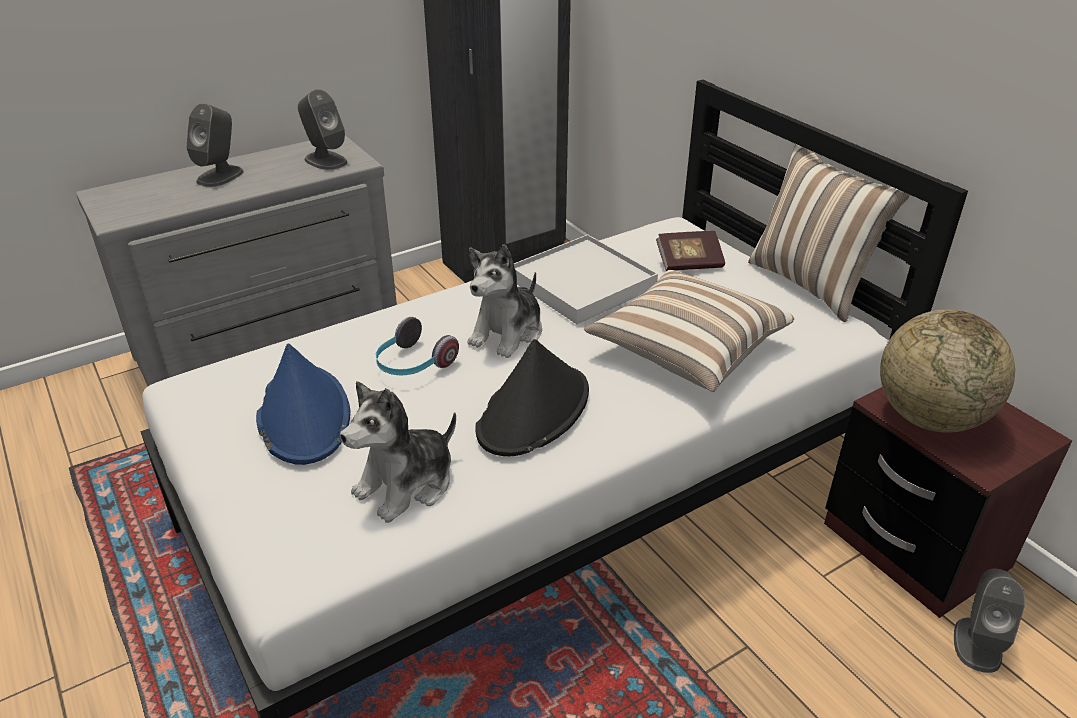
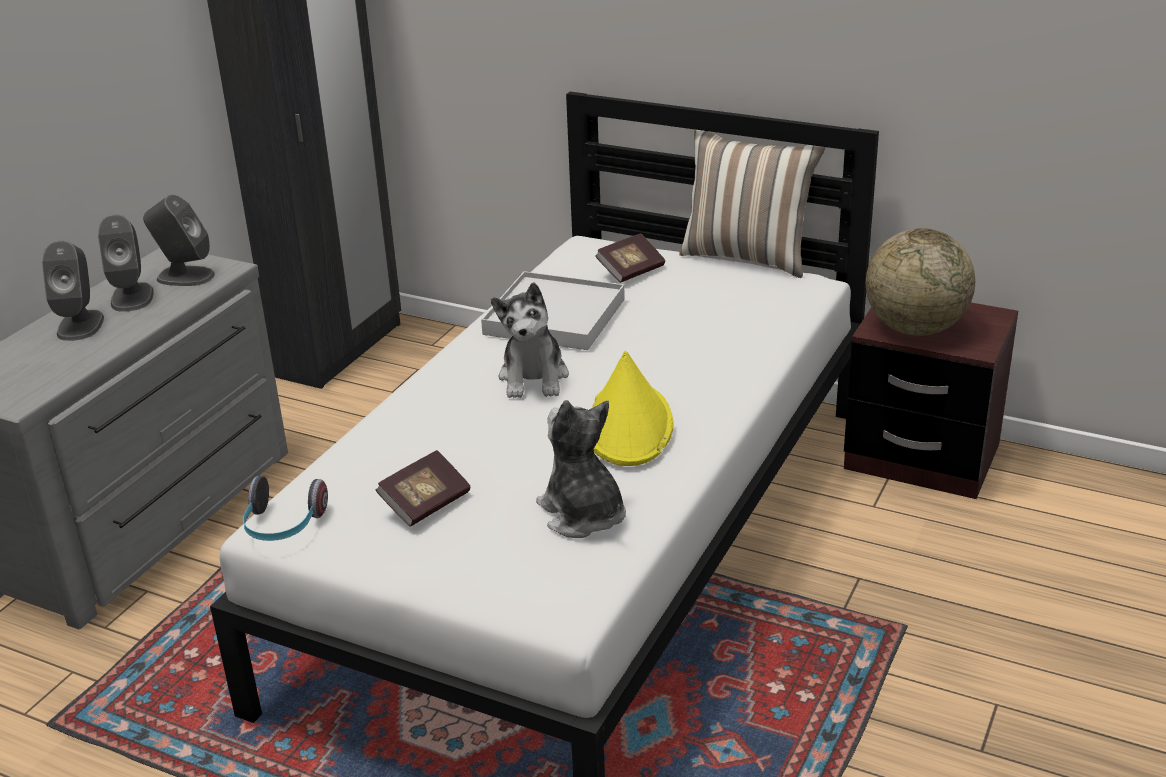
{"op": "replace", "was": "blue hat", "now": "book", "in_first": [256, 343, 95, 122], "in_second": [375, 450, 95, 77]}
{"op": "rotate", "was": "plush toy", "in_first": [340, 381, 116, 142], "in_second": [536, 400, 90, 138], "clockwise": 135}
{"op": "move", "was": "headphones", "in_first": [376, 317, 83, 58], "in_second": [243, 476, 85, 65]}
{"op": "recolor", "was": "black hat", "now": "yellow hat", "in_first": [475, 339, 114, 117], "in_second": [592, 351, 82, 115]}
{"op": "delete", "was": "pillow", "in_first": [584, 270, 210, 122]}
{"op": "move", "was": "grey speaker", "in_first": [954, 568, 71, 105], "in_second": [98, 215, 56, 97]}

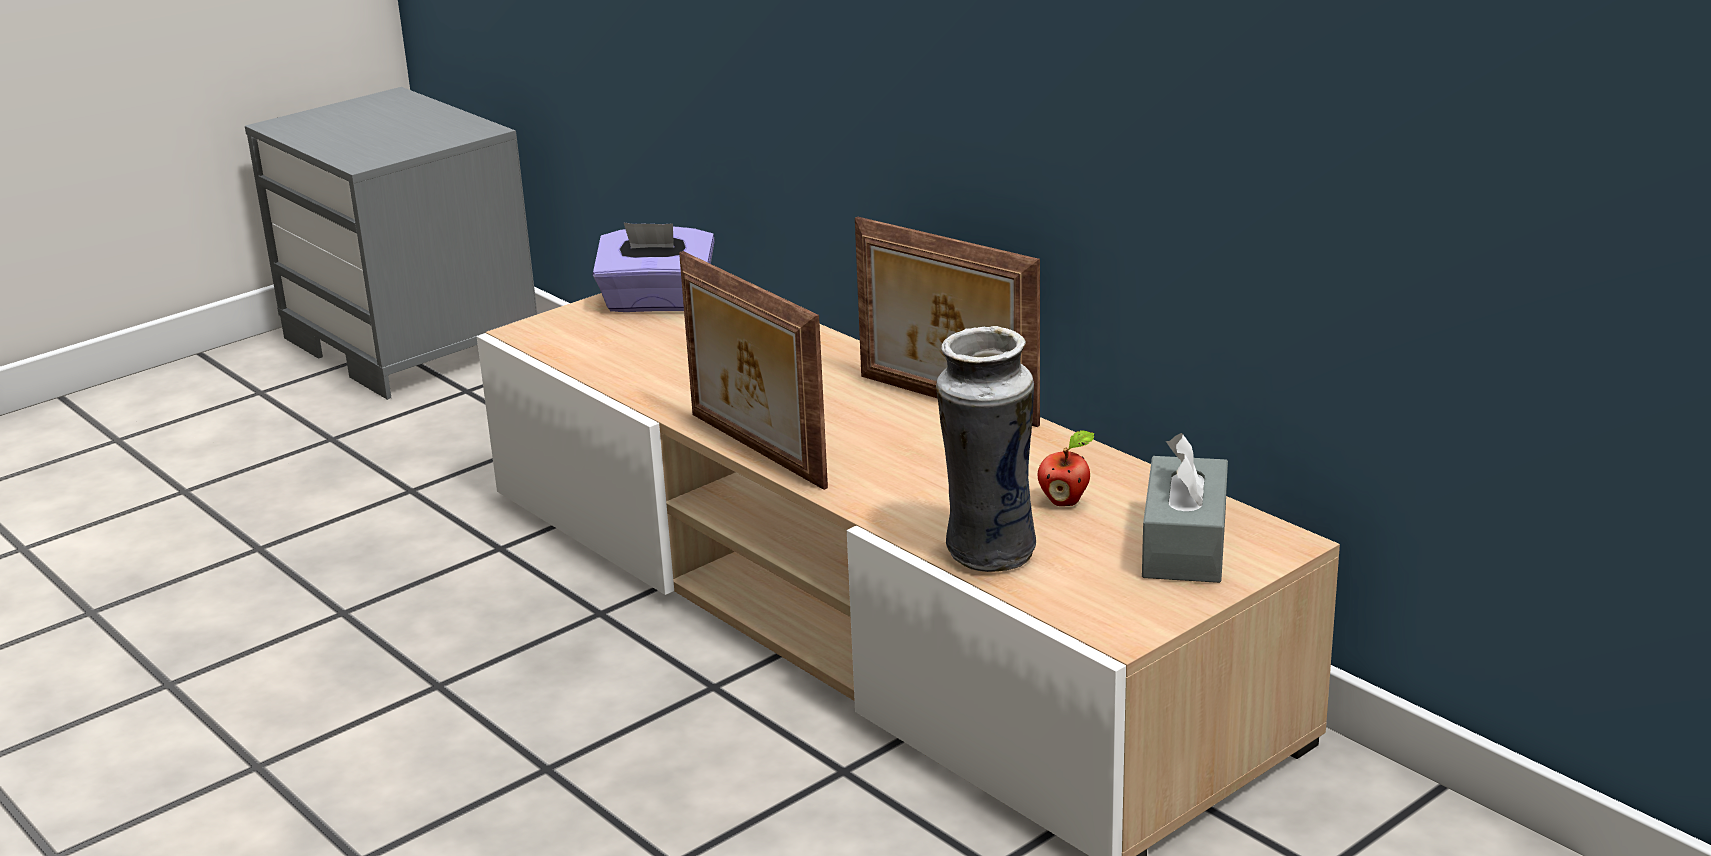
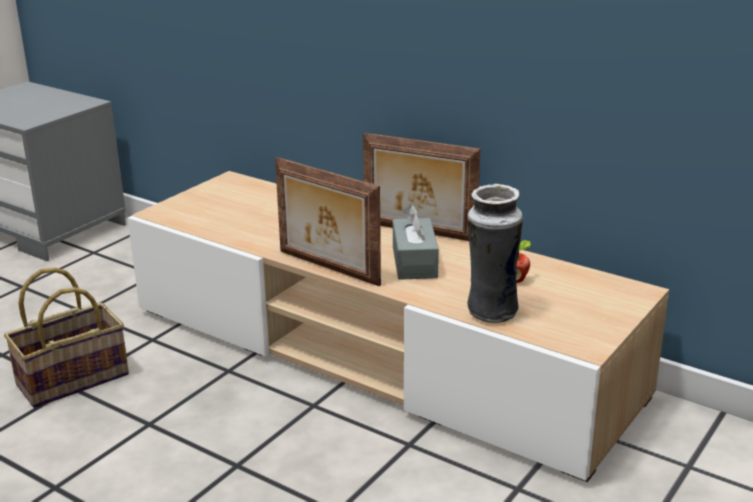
{"op": "delete", "was": "purple tissue box", "in_first": [593, 222, 122, 90]}
{"op": "move", "was": "grey tissue box", "in_first": [1142, 433, 86, 150], "in_second": [393, 204, 46, 76]}
{"op": "insert", "now": "basket", "in_second": [4, 267, 125, 141]}

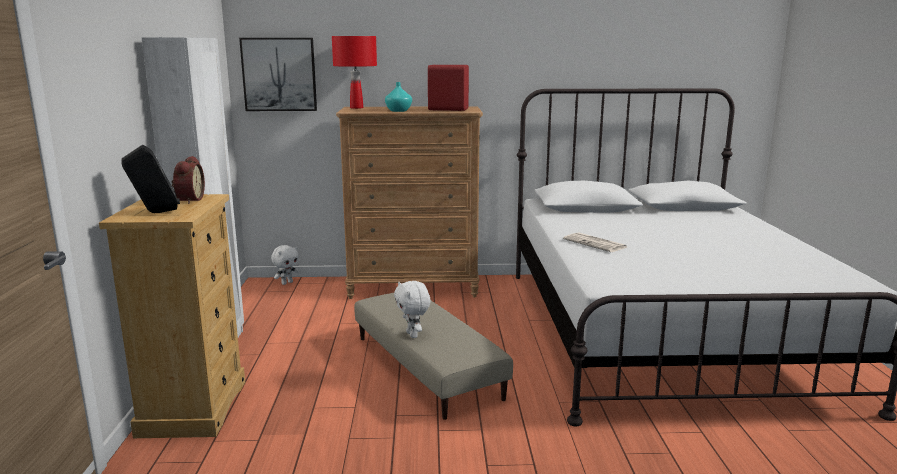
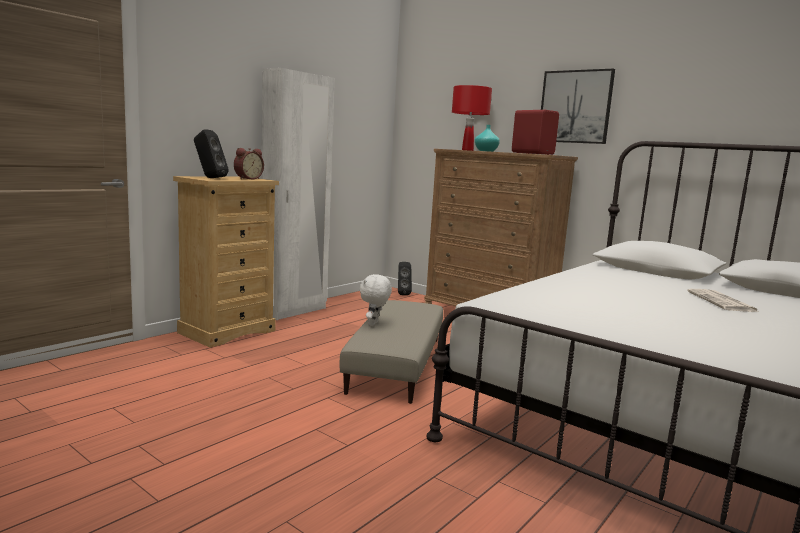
{"op": "move", "was": "picture", "in_first": [239, 38, 78, 73], "in_second": [541, 69, 74, 75]}
{"op": "replace", "was": "white plush toy", "now": "black speaker", "in_first": [271, 245, 28, 40], "in_second": [398, 262, 14, 33]}
{"op": "move", "was": "newspaper", "in_first": [563, 232, 64, 20], "in_second": [687, 289, 71, 23]}

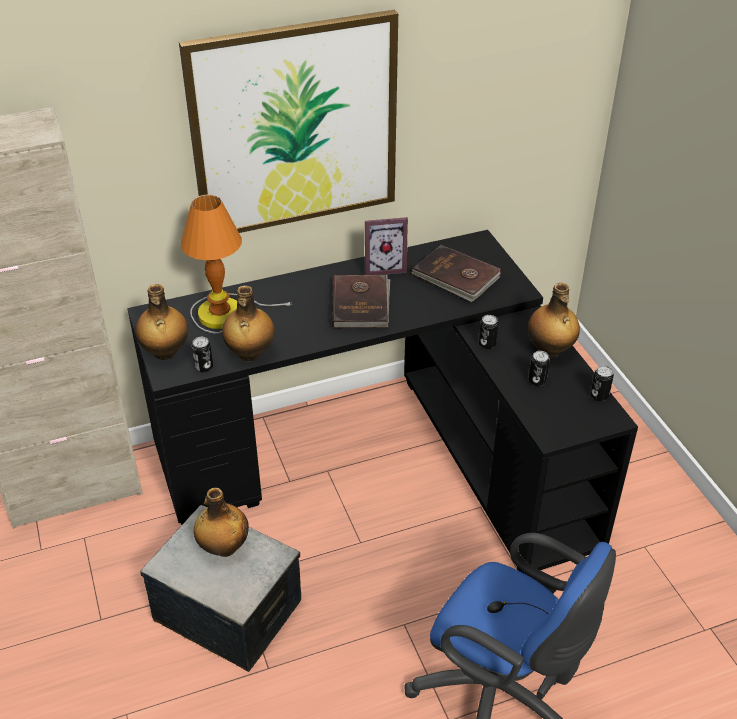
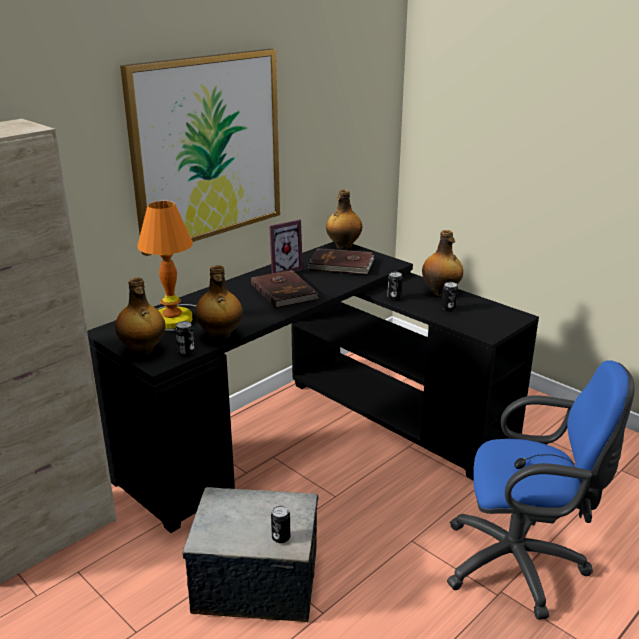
{"op": "move", "was": "bottle", "in_first": [194, 488, 55, 69], "in_second": [326, 190, 36, 59]}
{"op": "move", "was": "can", "in_first": [590, 366, 24, 35], "in_second": [271, 506, 20, 37]}

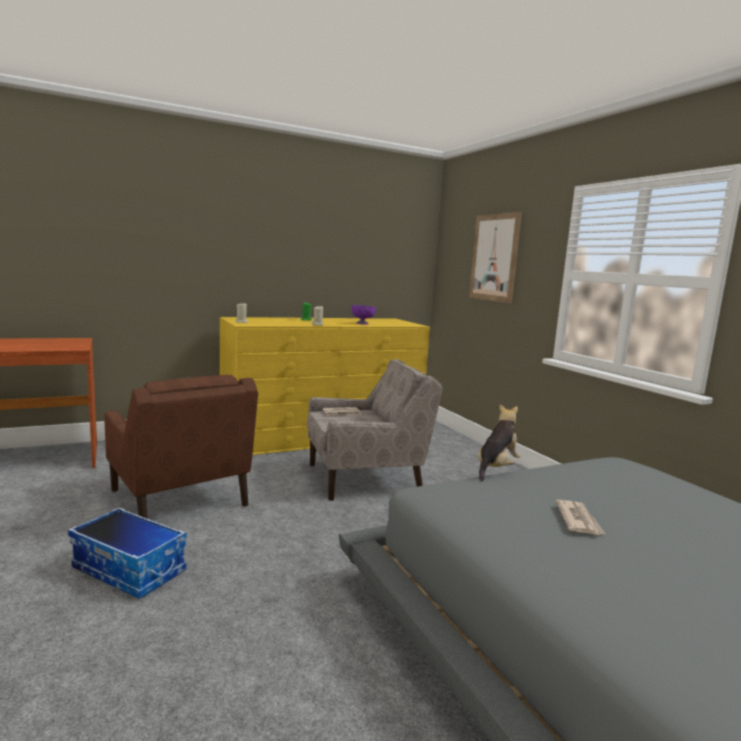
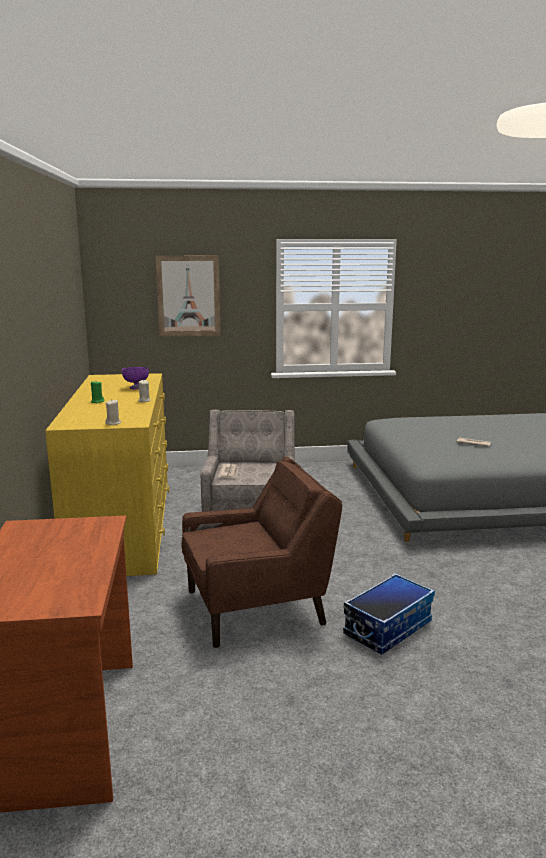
{"op": "delete", "was": "plush toy", "in_first": [478, 404, 42, 78]}

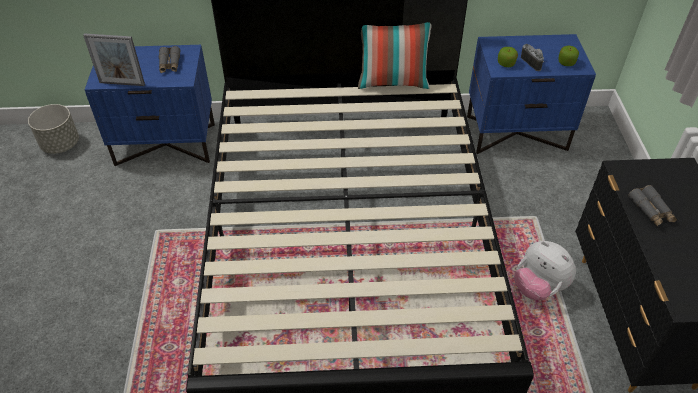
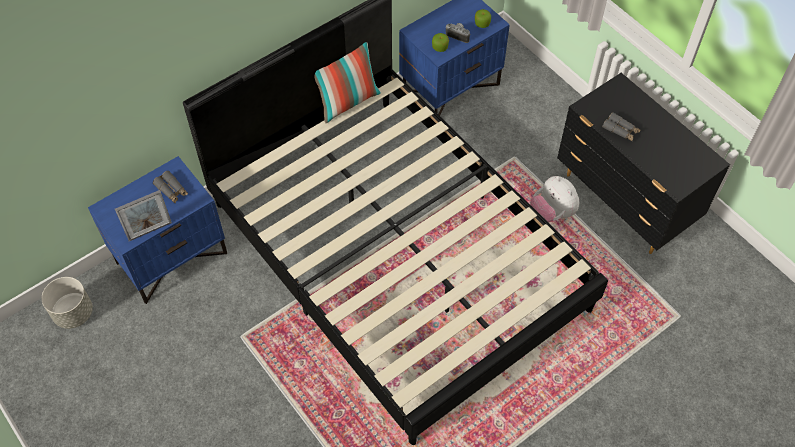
{"op": "rotate", "was": "plush toy", "in_first": [514, 241, 62, 59], "in_second": [530, 176, 49, 47], "clockwise": 45}

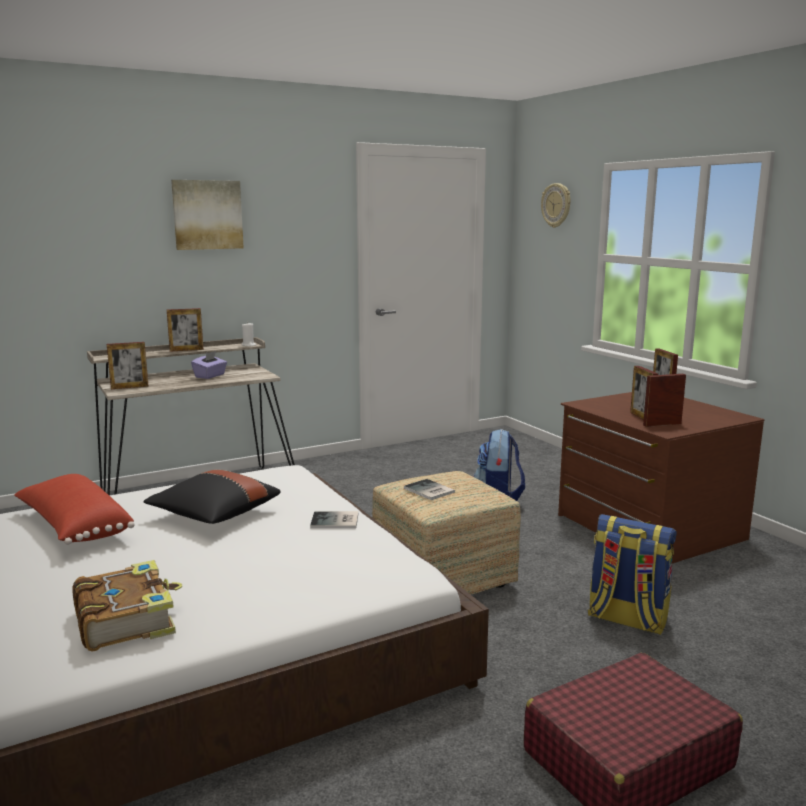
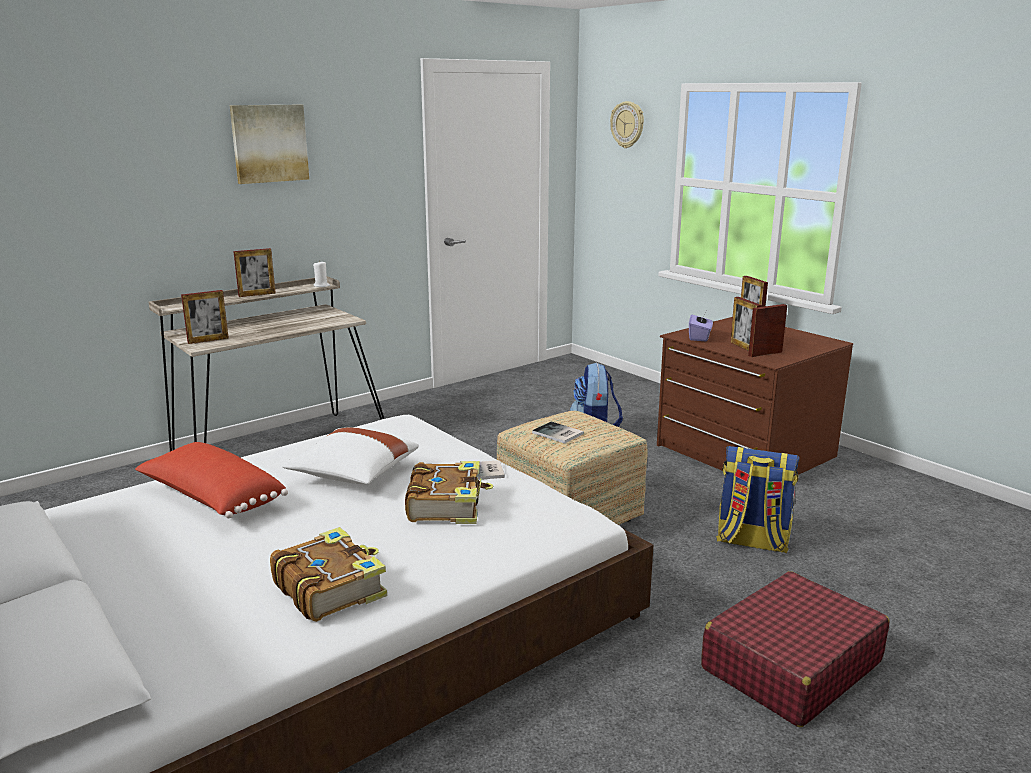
{"op": "recolor", "was": "black pillow", "now": "white pillow", "in_first": [143, 470, 138, 54], "in_second": [282, 427, 137, 57]}
{"op": "move", "was": "purple tissue box", "in_first": [191, 351, 36, 28], "in_second": [689, 311, 24, 30]}
{"op": "insert", "now": "book", "in_second": [405, 461, 88, 63]}

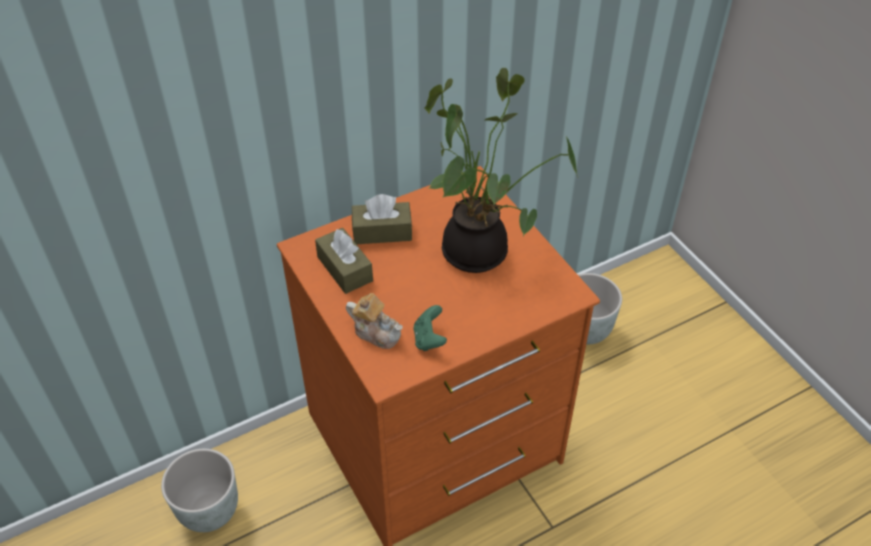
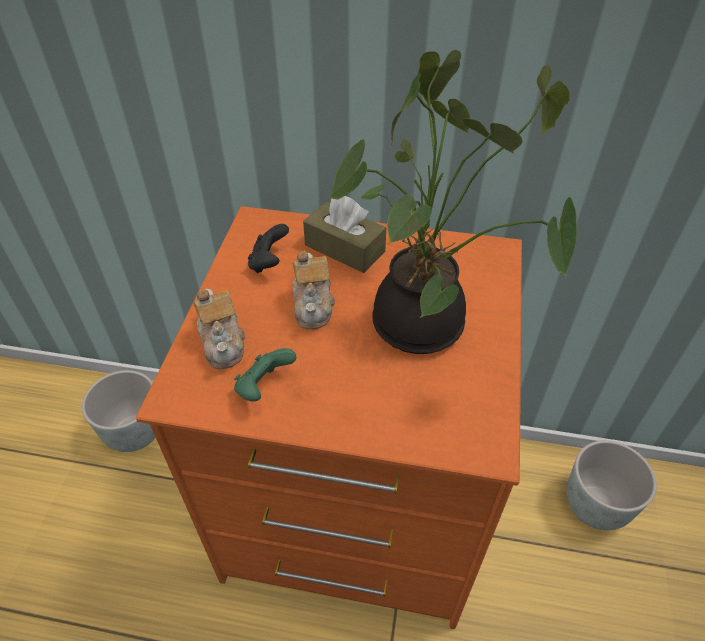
{"op": "replace", "was": "brown tissue box", "now": "black game controller", "in_first": [315, 228, 58, 66], "in_second": [248, 224, 41, 49]}
{"op": "insert", "now": "teapot", "in_second": [292, 251, 43, 78]}

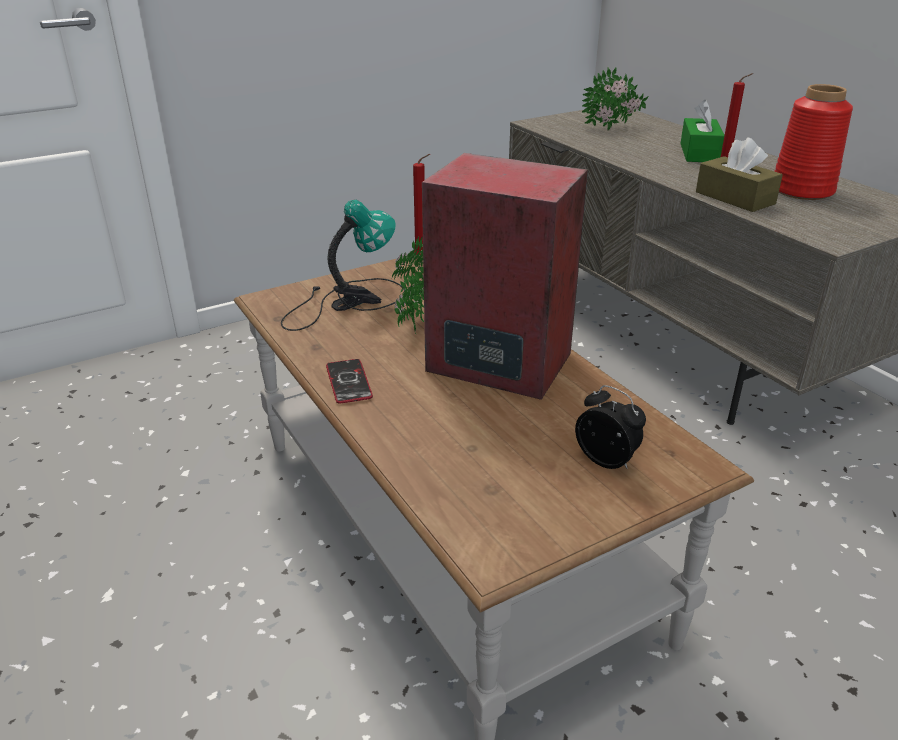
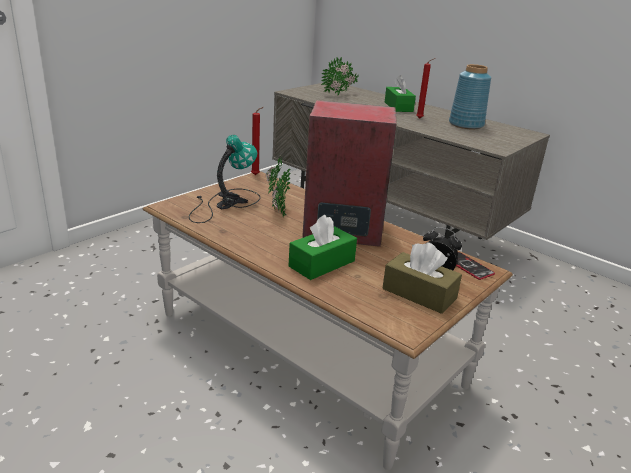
{"op": "move", "was": "phone", "in_first": [326, 359, 47, 45], "in_second": [456, 252, 39, 28]}
{"op": "move", "was": "brown tissue box", "in_first": [696, 138, 87, 74], "in_second": [383, 242, 79, 72]}
{"op": "recolor", "was": "red vase", "now": "blue vase", "in_first": [774, 84, 79, 116], "in_second": [449, 64, 42, 65]}
{"op": "insert", "now": "green tissue box", "in_second": [289, 215, 68, 65]}

